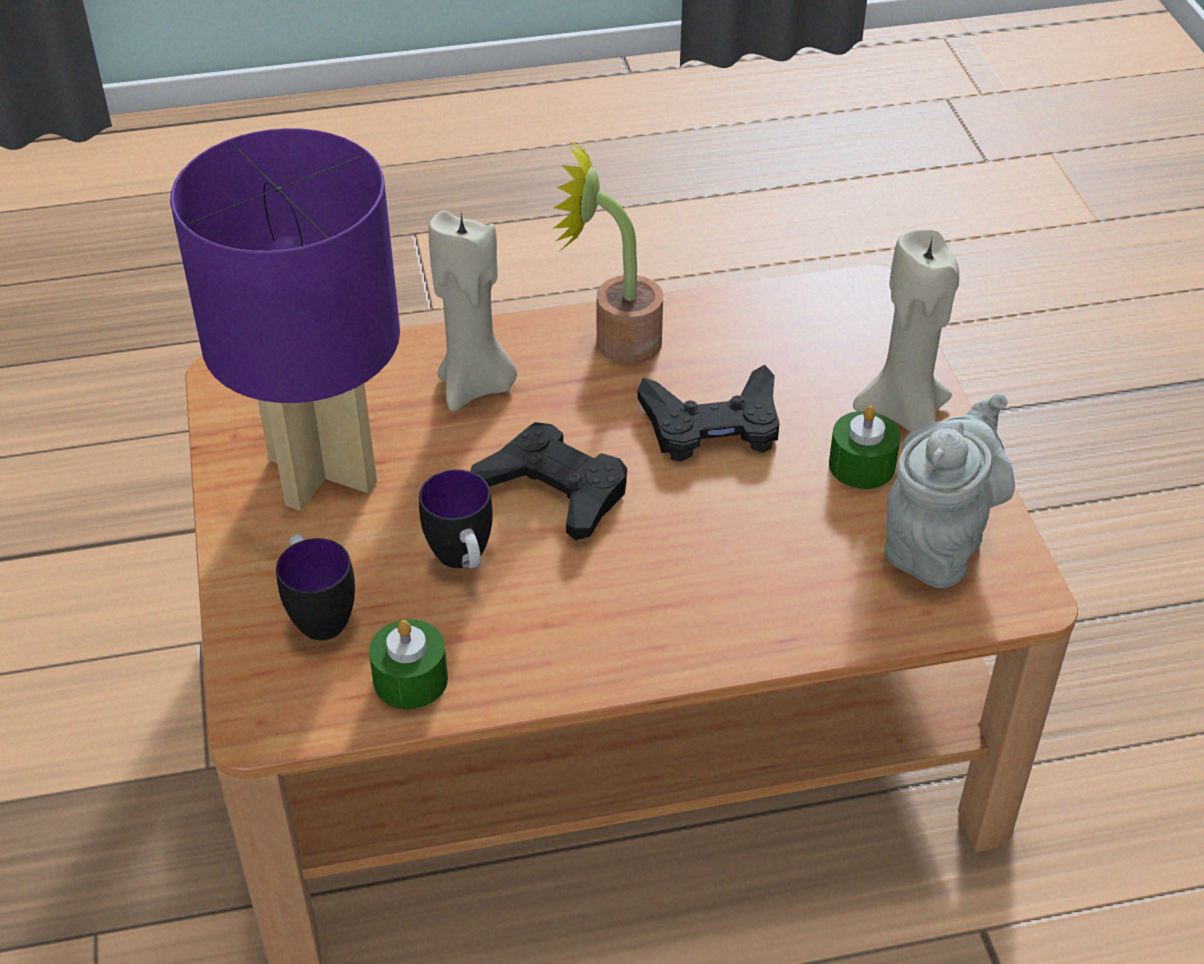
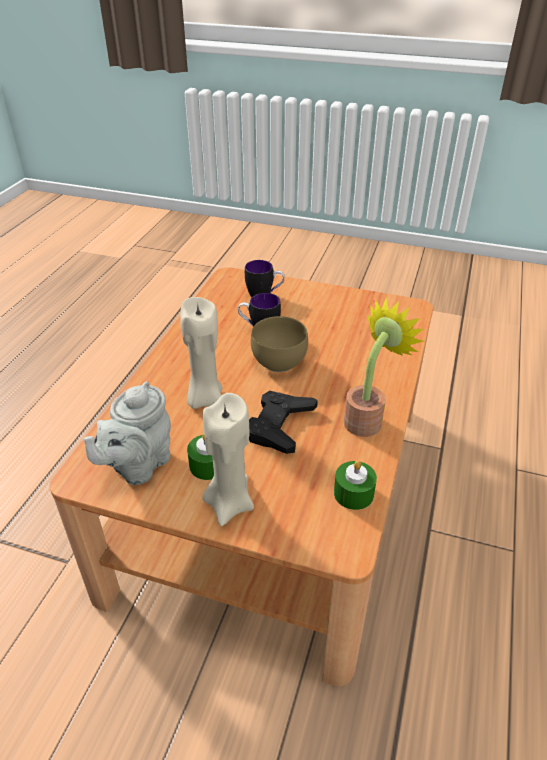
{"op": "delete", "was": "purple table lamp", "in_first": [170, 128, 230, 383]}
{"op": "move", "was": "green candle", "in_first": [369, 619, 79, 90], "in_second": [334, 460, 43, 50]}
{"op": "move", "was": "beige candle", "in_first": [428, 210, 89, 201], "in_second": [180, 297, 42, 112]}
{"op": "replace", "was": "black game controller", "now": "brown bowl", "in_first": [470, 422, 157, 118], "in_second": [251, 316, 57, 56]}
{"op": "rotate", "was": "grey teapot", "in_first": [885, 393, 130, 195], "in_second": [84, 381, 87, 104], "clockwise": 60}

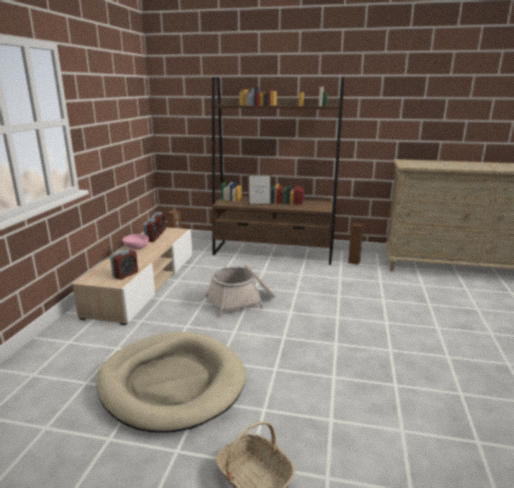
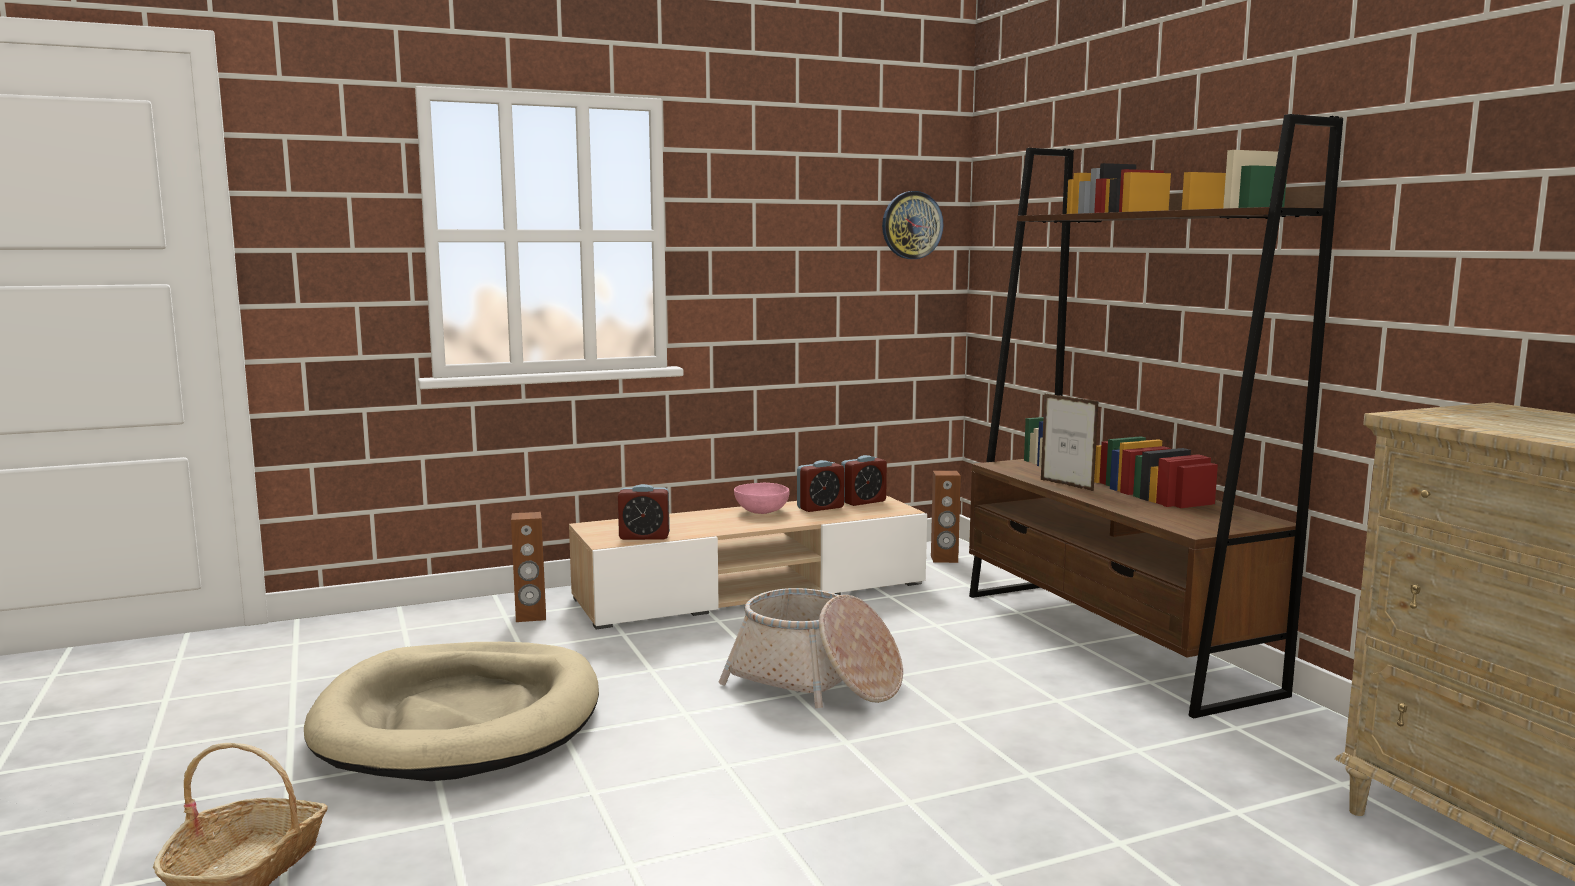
{"op": "move", "was": "brown speaker", "in_first": [348, 223, 16, 42], "in_second": [511, 512, 35, 110]}
{"op": "insert", "now": "wall clock", "in_second": [882, 191, 62, 68]}

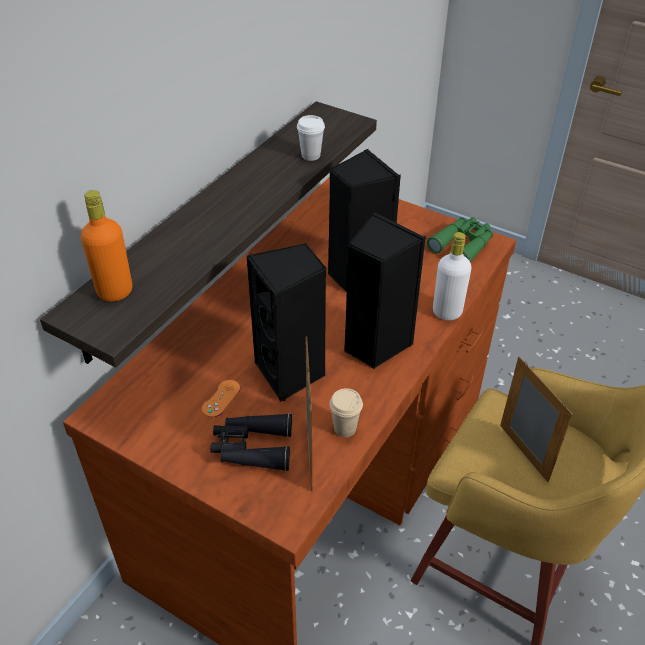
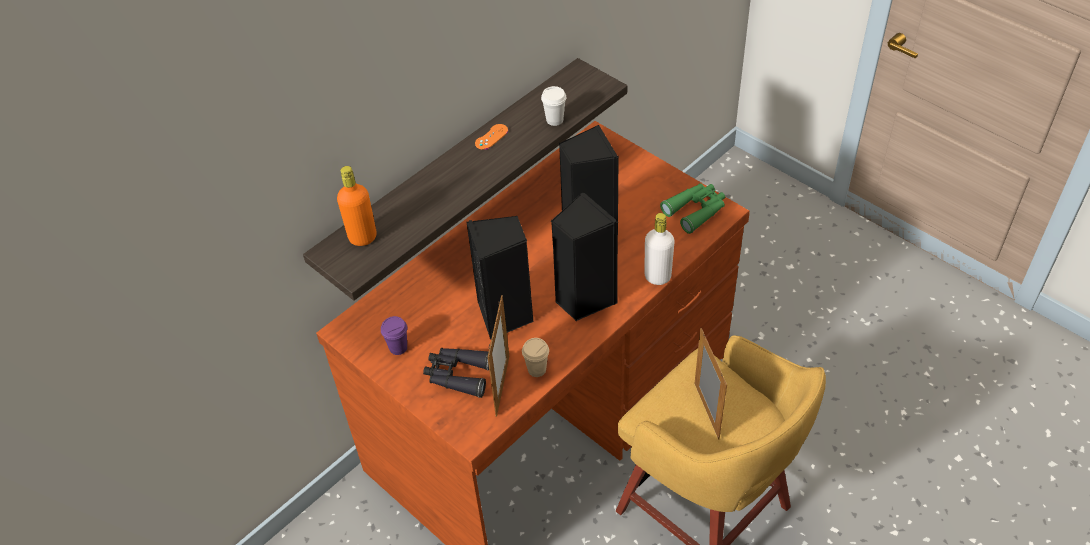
{"op": "move", "was": "orange game controller", "in_first": [202, 380, 38, 38], "in_second": [475, 124, 33, 26]}
{"op": "insert", "now": "purple cup", "in_second": [381, 316, 26, 39]}

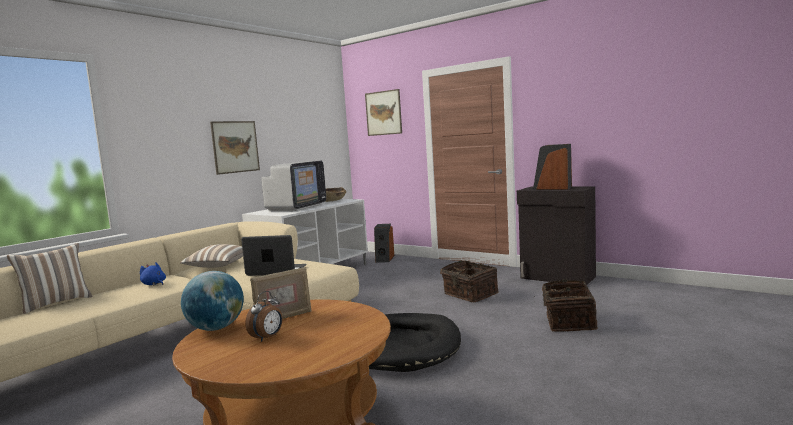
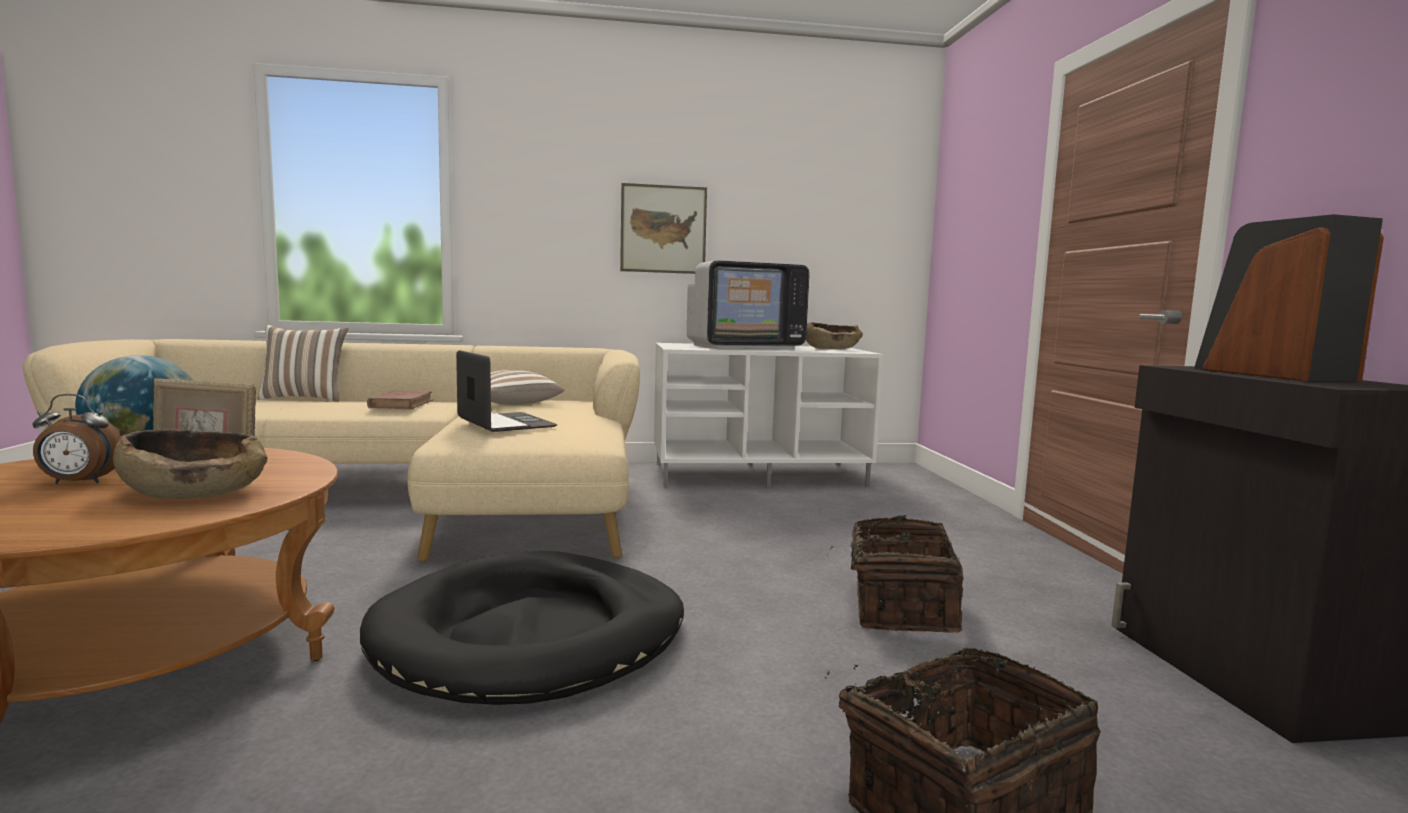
{"op": "replace", "was": "blue plush toy", "now": "brown book", "in_first": [140, 262, 26, 24], "in_second": [367, 391, 66, 18]}
{"op": "delete", "was": "picture", "in_first": [365, 89, 37, 47]}
{"op": "delete", "was": "speaker", "in_first": [374, 224, 20, 39]}
{"op": "insert", "now": "brown bowl", "in_second": [113, 429, 154, 70]}

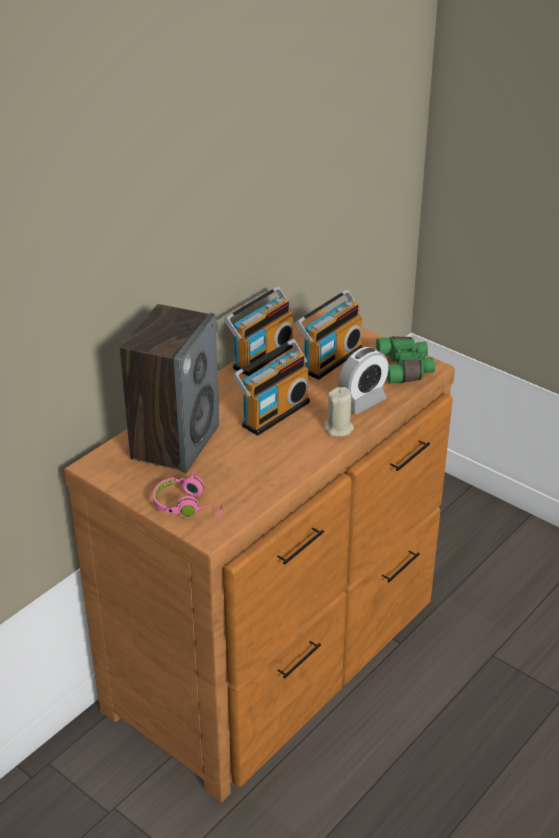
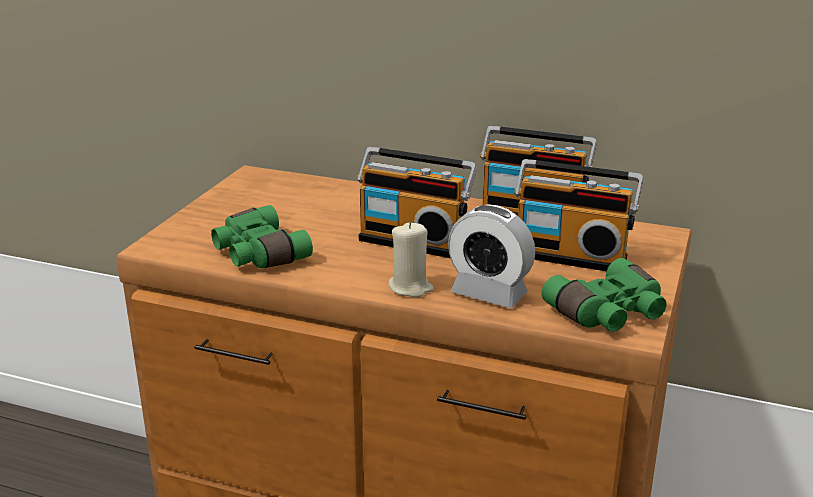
{"op": "delete", "was": "speaker", "in_first": [120, 304, 99, 169]}
{"op": "delete", "was": "pink headphones", "in_first": [153, 469, 69, 51]}
{"op": "insert", "now": "green binoculars", "in_second": [211, 205, 102, 63]}

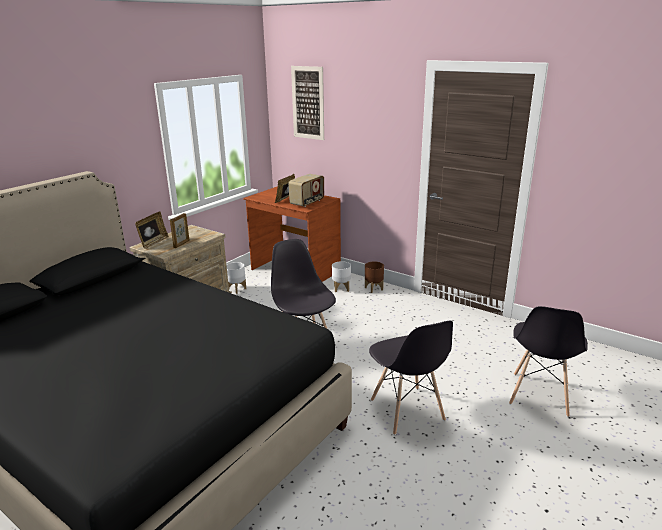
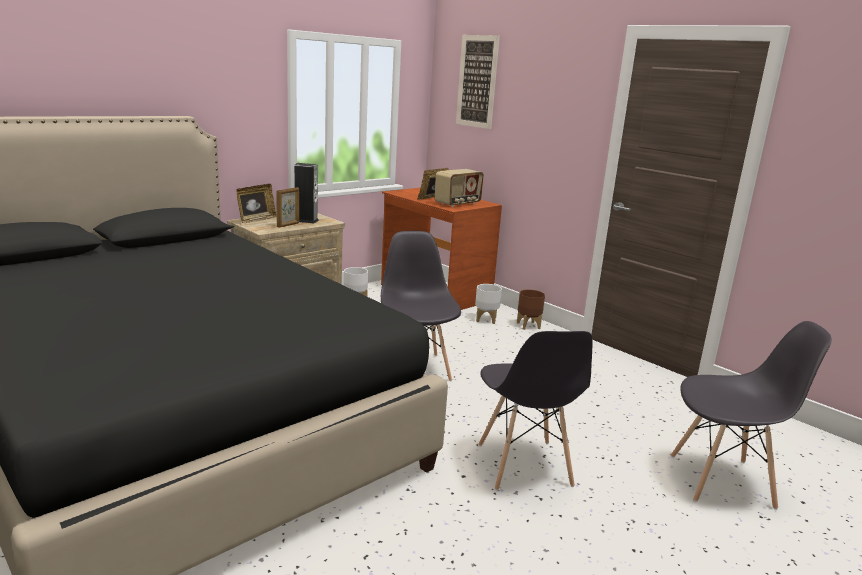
{"op": "rotate", "was": "grey chair", "in_first": [509, 306, 79, 111], "in_second": [671, 321, 161, 189], "clockwise": -120}
{"op": "insert", "now": "speaker", "in_second": [294, 163, 25, 61]}

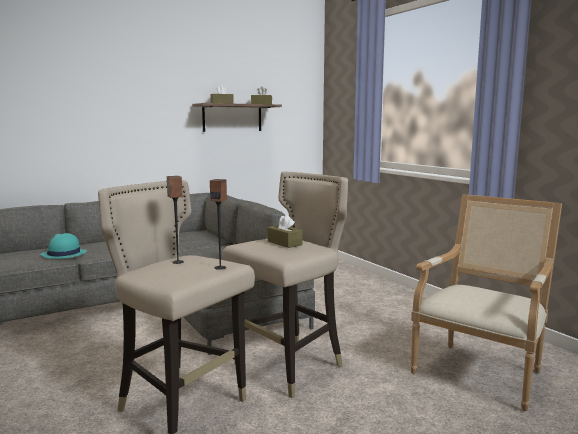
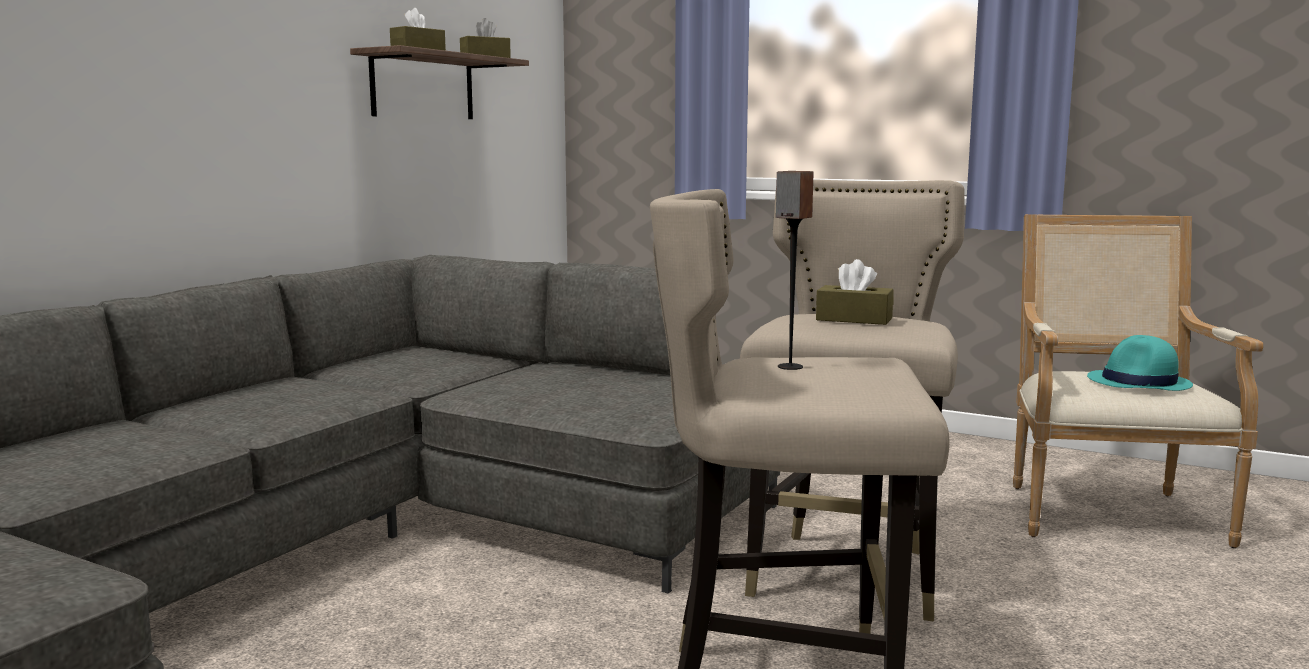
{"op": "move", "was": "turquoise hat", "in_first": [40, 233, 47, 26], "in_second": [1087, 335, 106, 56]}
{"op": "delete", "was": "speaker", "in_first": [210, 179, 17, 91]}

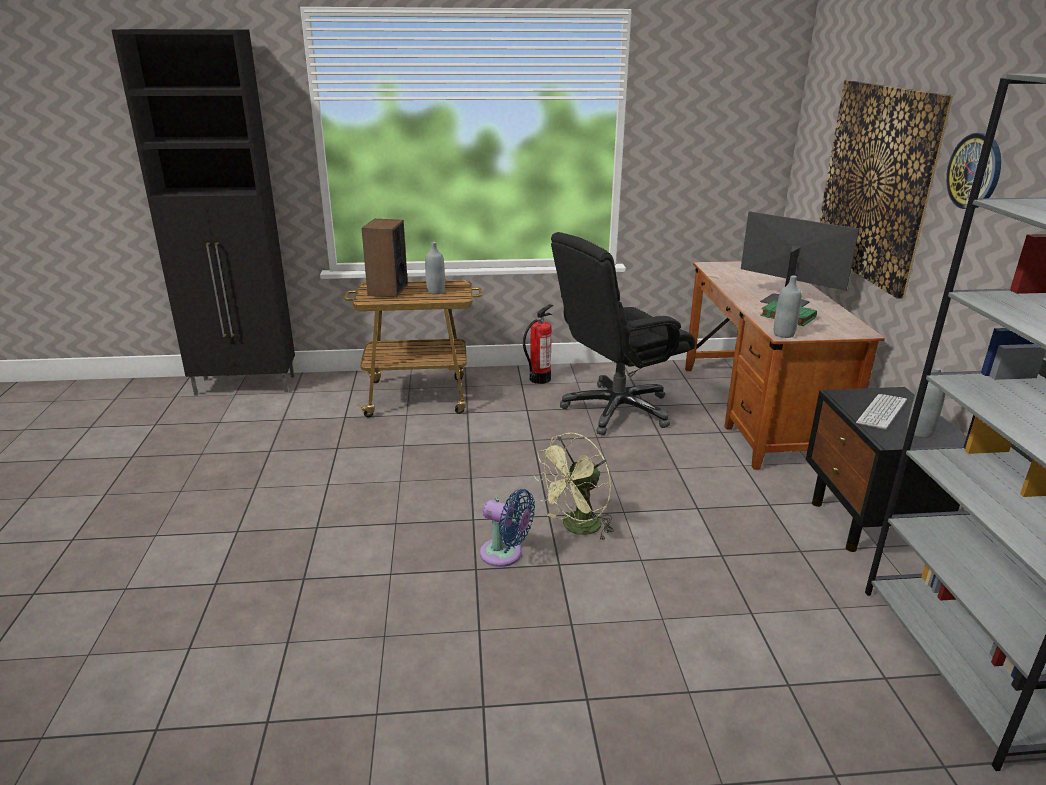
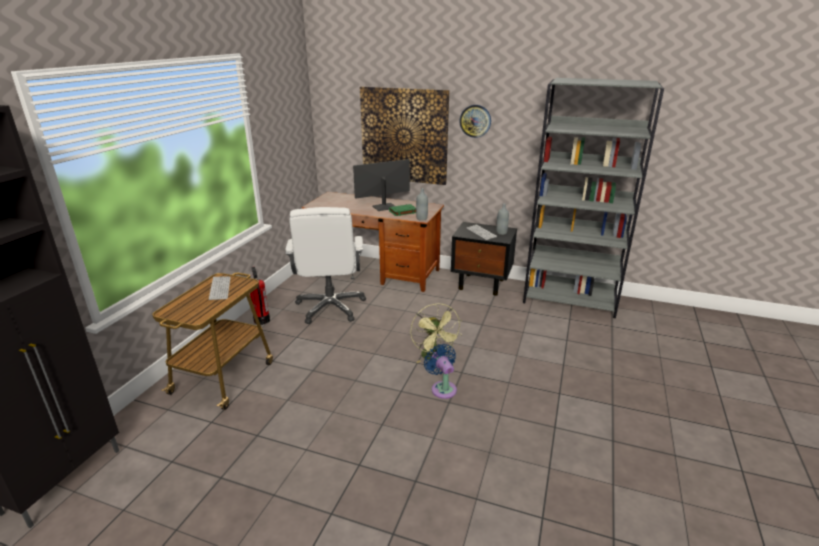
{"op": "delete", "was": "speaker", "in_first": [361, 219, 47, 79]}
{"op": "replace", "was": "grey bottle", "now": "keyboard", "in_first": [425, 242, 20, 52], "in_second": [209, 276, 22, 24]}
{"op": "rotate", "was": "blue fan", "in_first": [480, 489, 55, 78], "in_second": [424, 344, 33, 55], "clockwise": -75}
{"op": "recolor", "was": "black office chair", "now": "white office chair", "in_first": [551, 232, 145, 203], "in_second": [285, 207, 81, 117]}

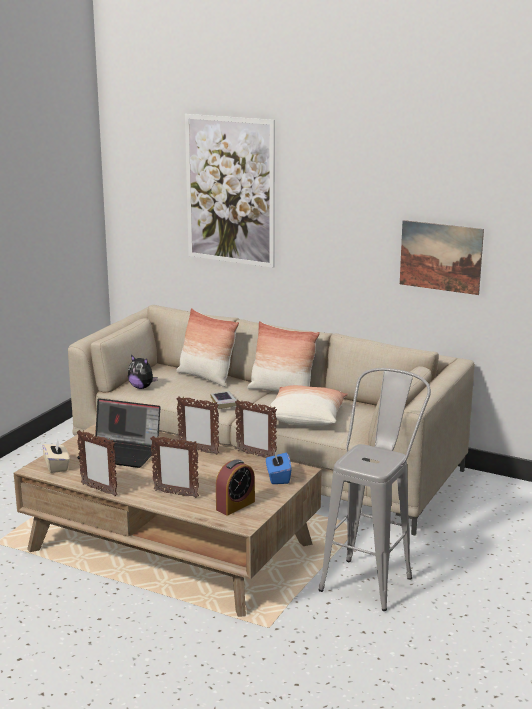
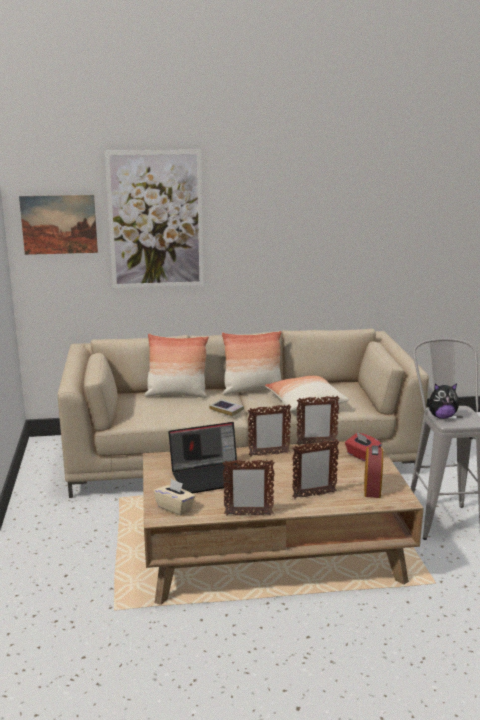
{"op": "move", "was": "plush toy", "in_first": [128, 355, 30, 34], "in_second": [429, 384, 30, 35]}
{"op": "recolor", "was": "blue tissue box", "now": "red tissue box", "in_first": [266, 449, 25, 35], "in_second": [345, 433, 37, 28]}
{"op": "move", "was": "picture", "in_first": [400, 220, 84, 75], "in_second": [19, 195, 79, 60]}

